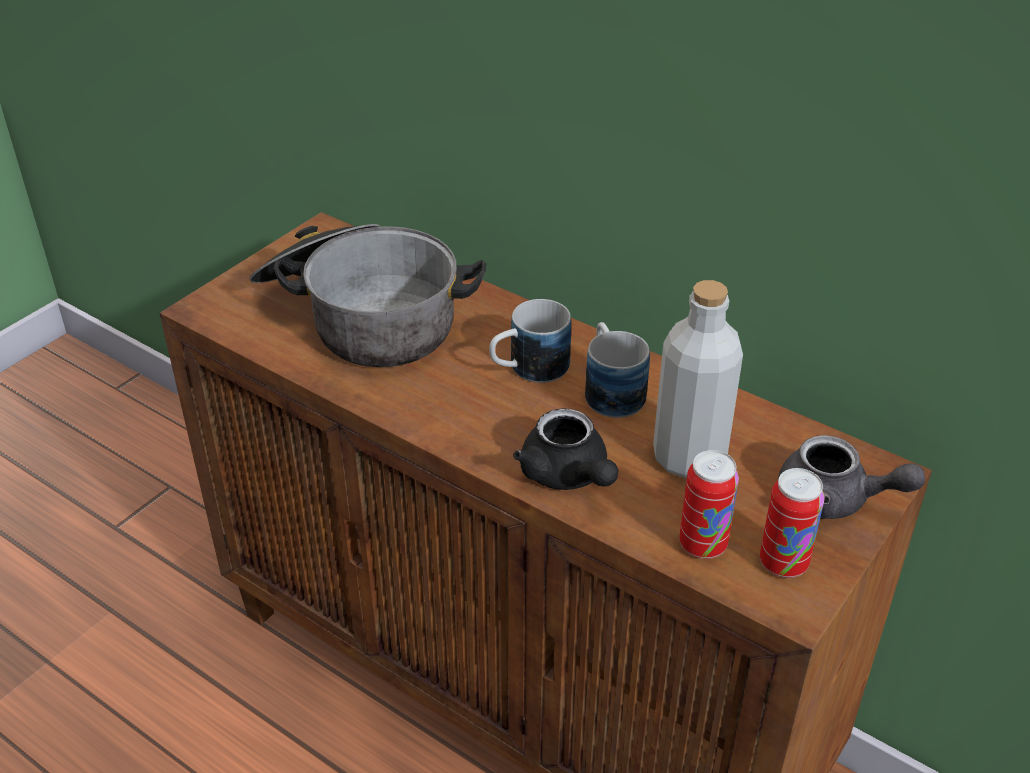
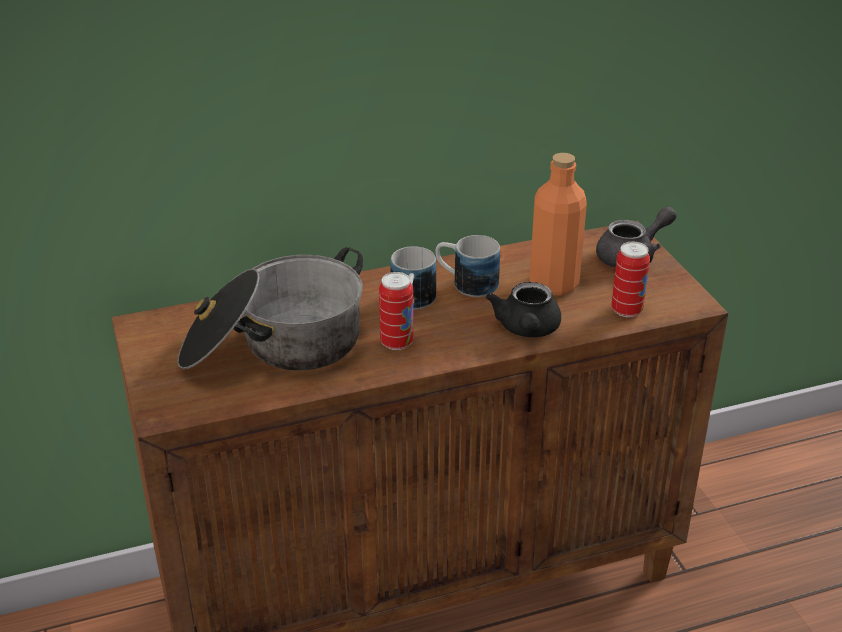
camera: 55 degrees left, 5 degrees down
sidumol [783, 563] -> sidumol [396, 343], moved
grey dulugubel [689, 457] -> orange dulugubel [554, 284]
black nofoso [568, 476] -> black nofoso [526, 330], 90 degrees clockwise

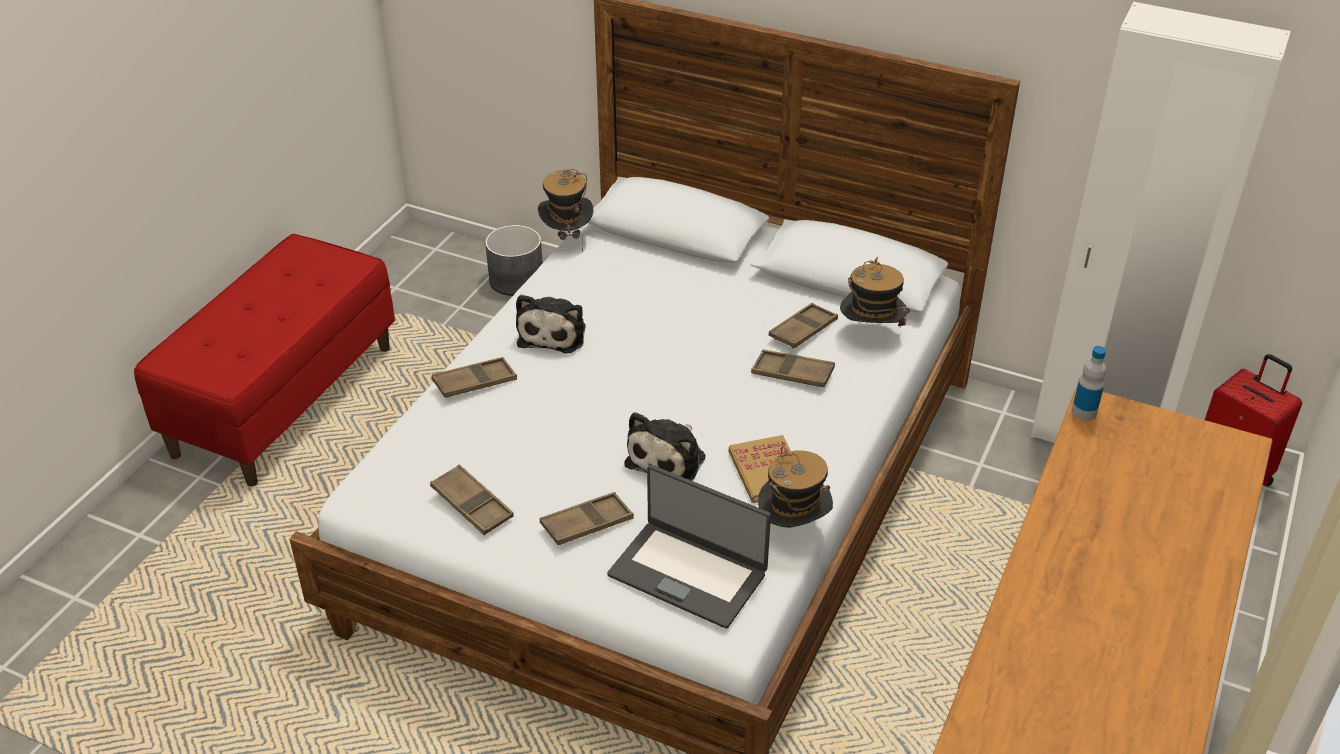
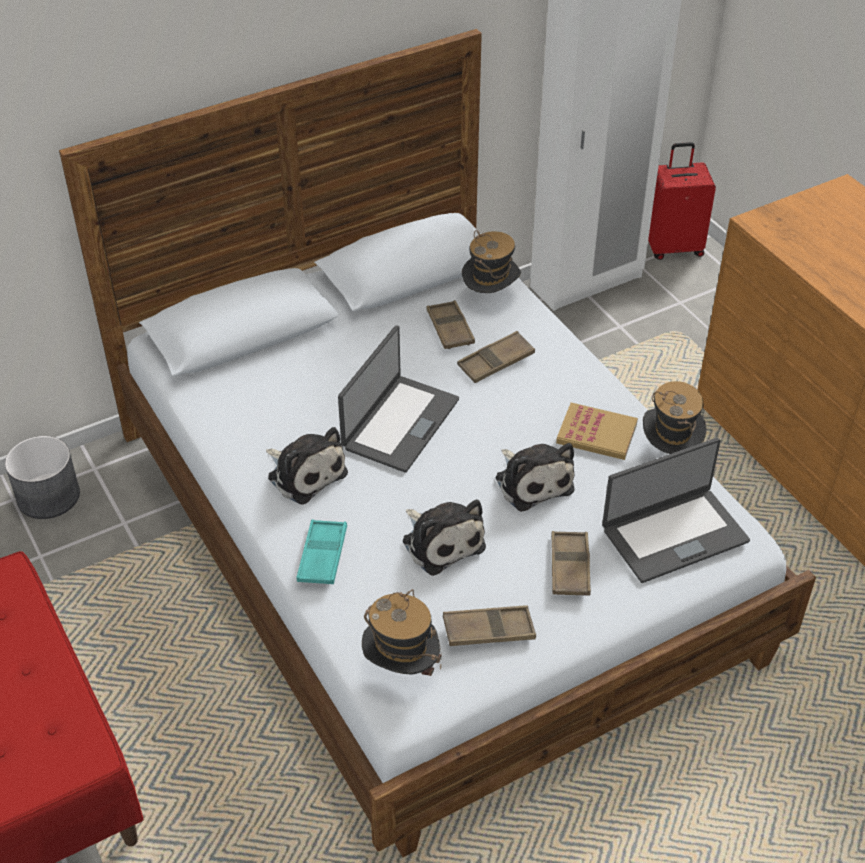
camera: 55 degrees left, 5 degrees up
dulugubel [1084, 412] -> none
none -> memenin [399, 423]
none -> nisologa [441, 541]
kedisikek [567, 238] -> kedisikek [401, 668], moved
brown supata [475, 382] -> turquoise supata [322, 556]

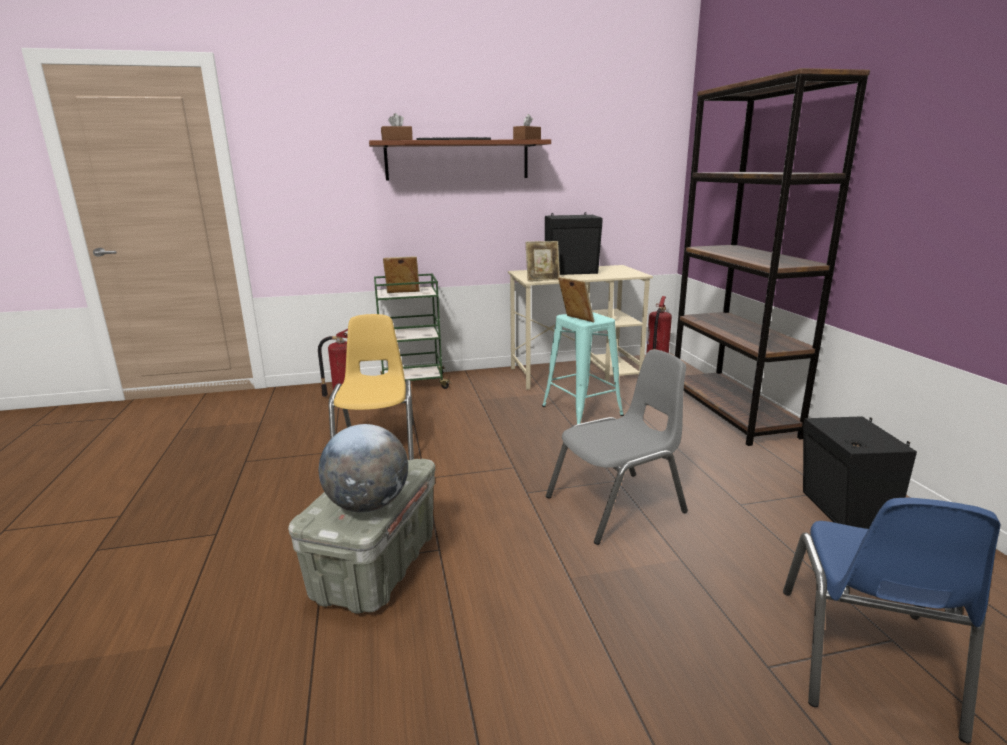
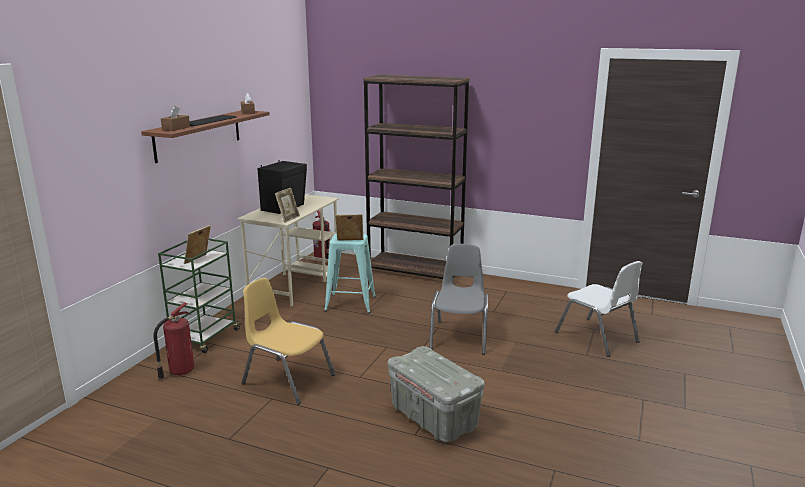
camera: 55 degrees left, 0 degrees up
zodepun [368, 505] -> none
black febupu [843, 512] -> none
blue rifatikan [864, 657] -> white rifatikan [597, 337]

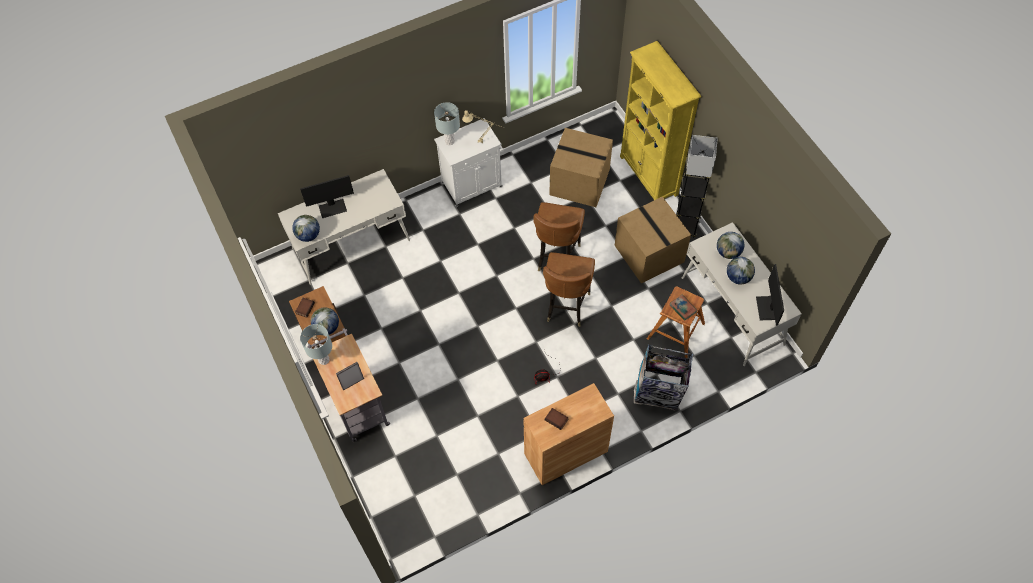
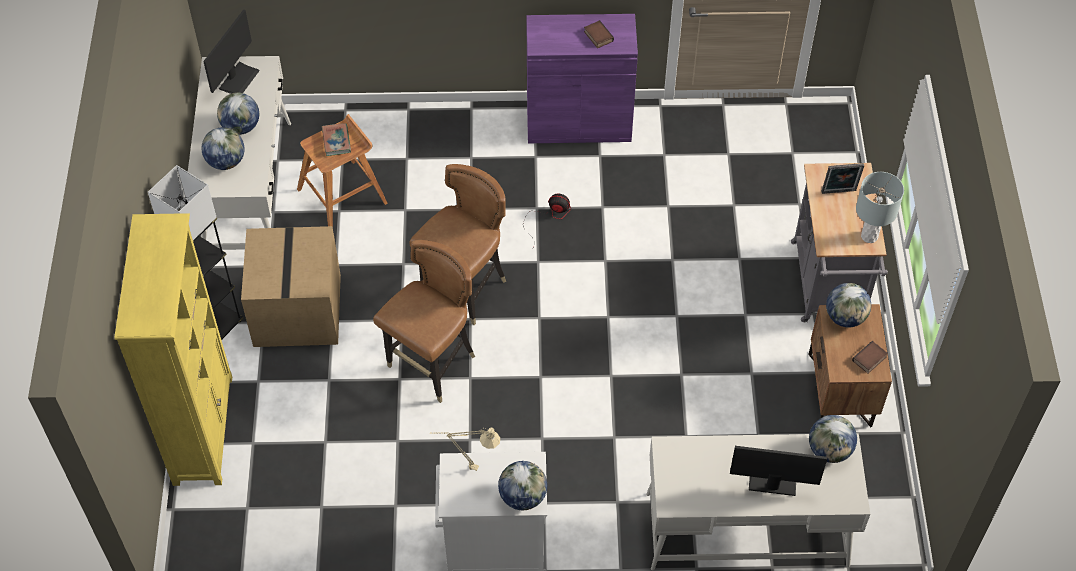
camera: 155 degrees left, 5 degrees down
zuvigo [580, 181] -> none
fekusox [659, 390] -> none
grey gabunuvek [450, 141] -> zodepun [523, 496]
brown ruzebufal [566, 452] -> purple ruzebufal [578, 122]

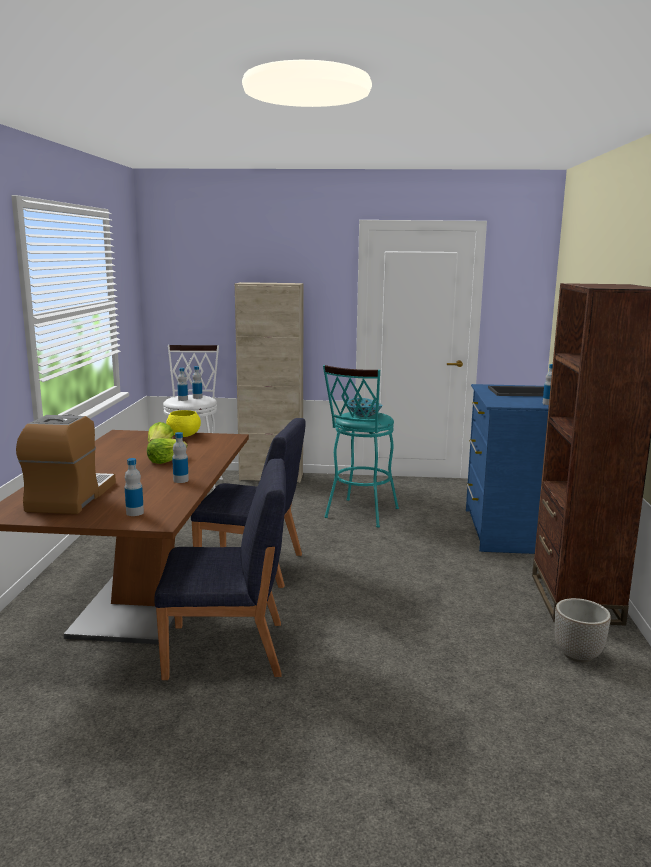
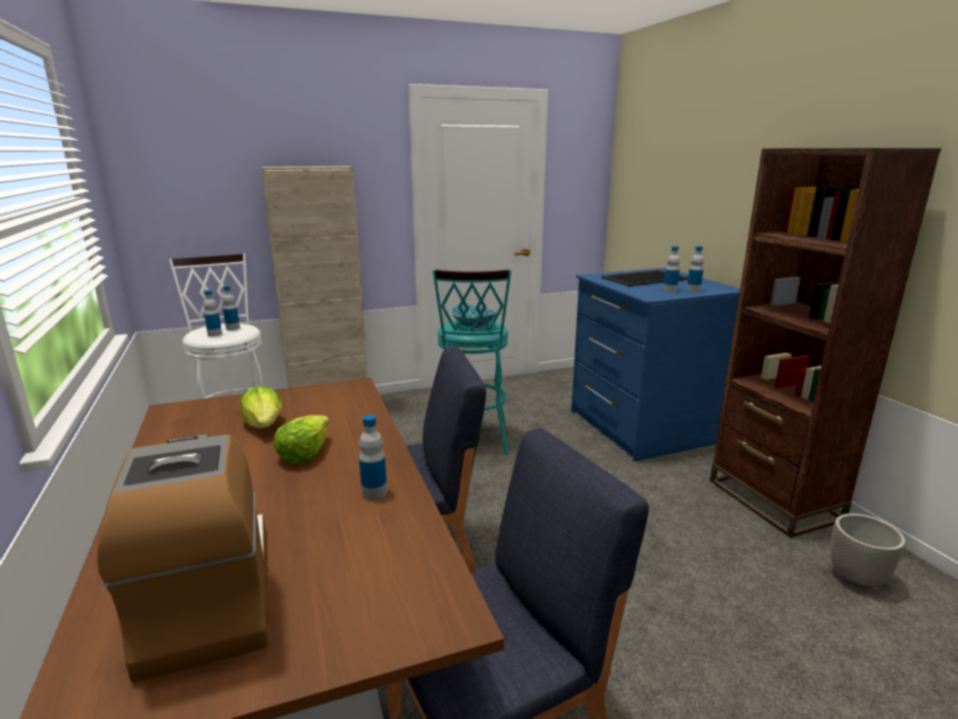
camera: 25 degrees left, 5 degrees up
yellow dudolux [183, 435] -> none
dulugubel [135, 513] -> dulugubel [670, 290], moved

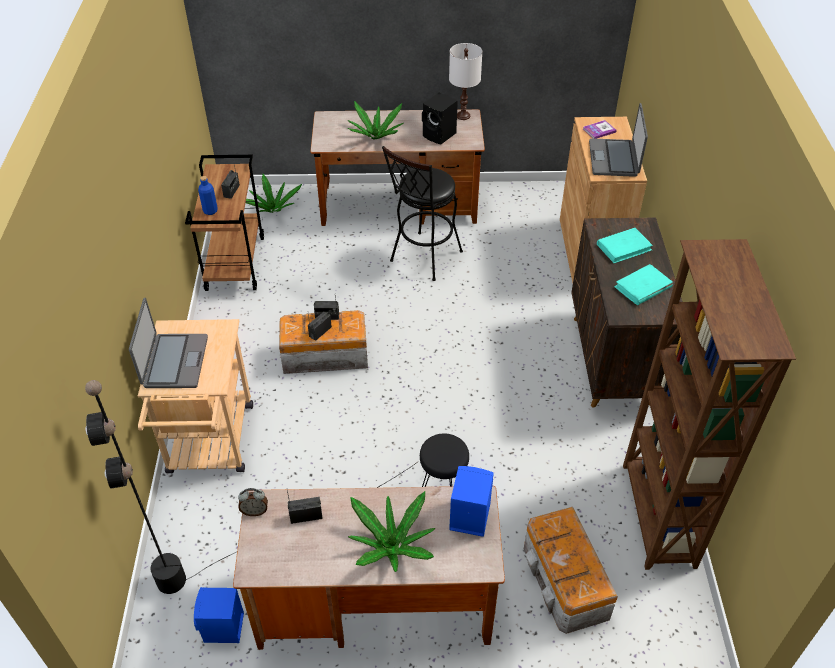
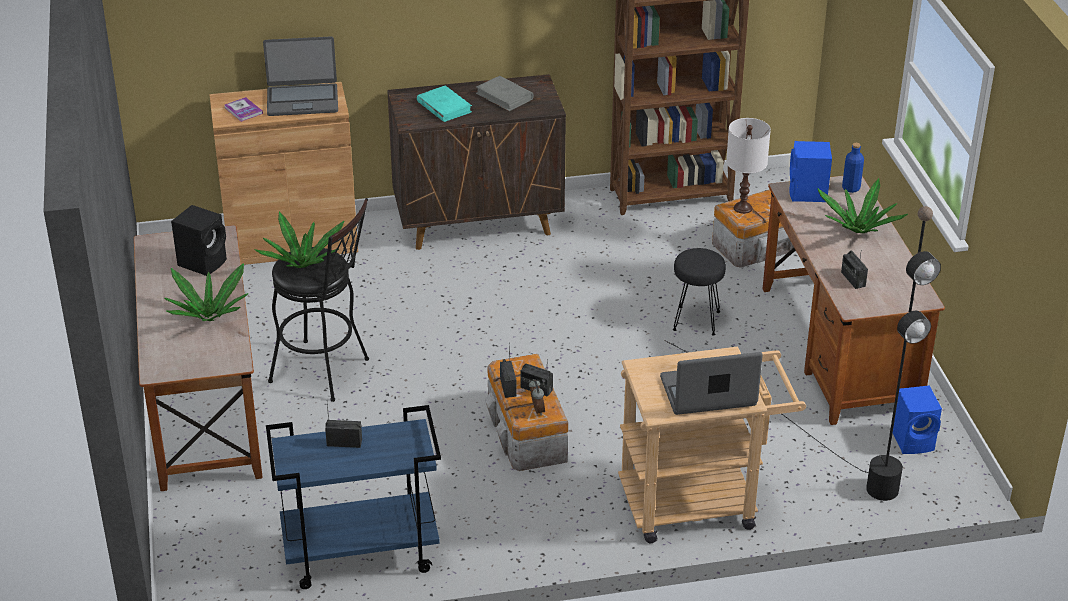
camera: 100 degrees left, 10 degrees down
blue dulugubel [210, 211] -> blue dulugubel [851, 188], moved
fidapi [255, 511] -> fidapi [536, 410], moved
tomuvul [273, 209] -> tomuvul [302, 264], moved
white gabunuvek [463, 116] -> white gabunuvek [743, 208], moved
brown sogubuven [235, 263] -> blue sogubuven [359, 554]
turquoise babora [643, 287] -> grey babora [504, 96]

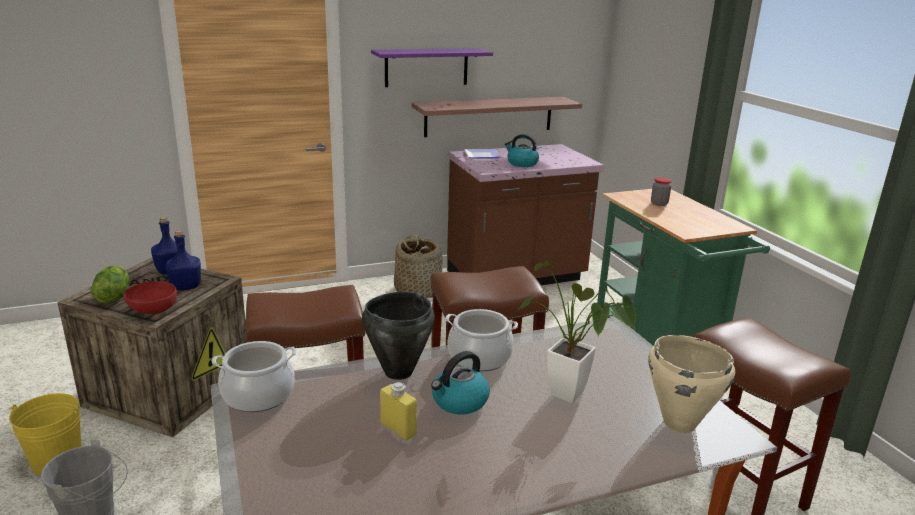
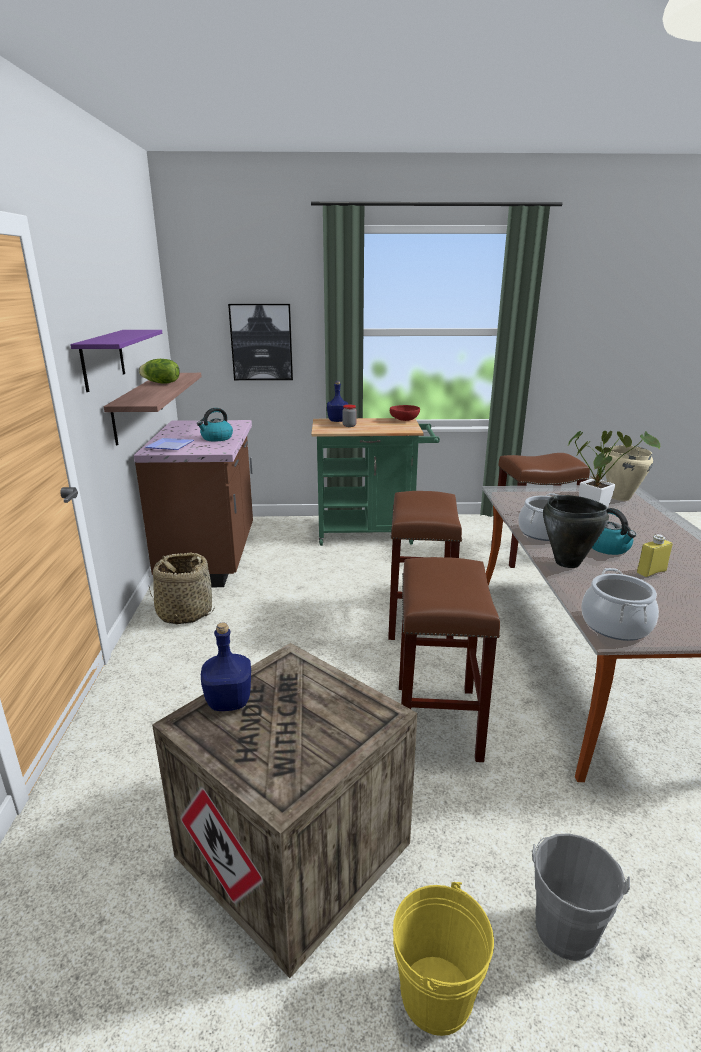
camera: 70 degrees left, 0 degrees up
none -> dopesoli [261, 342]
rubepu [113, 297] -> rubepu [161, 383], moved
red dudolux [152, 310] -> red dudolux [404, 420], moved
blue dulugubel [185, 286] -> blue dulugubel [337, 421], moved

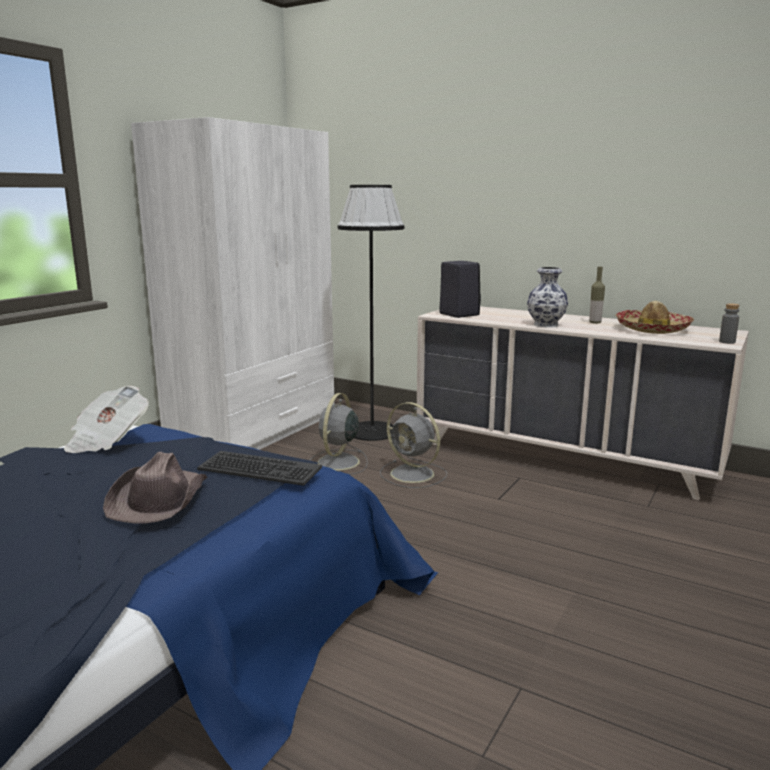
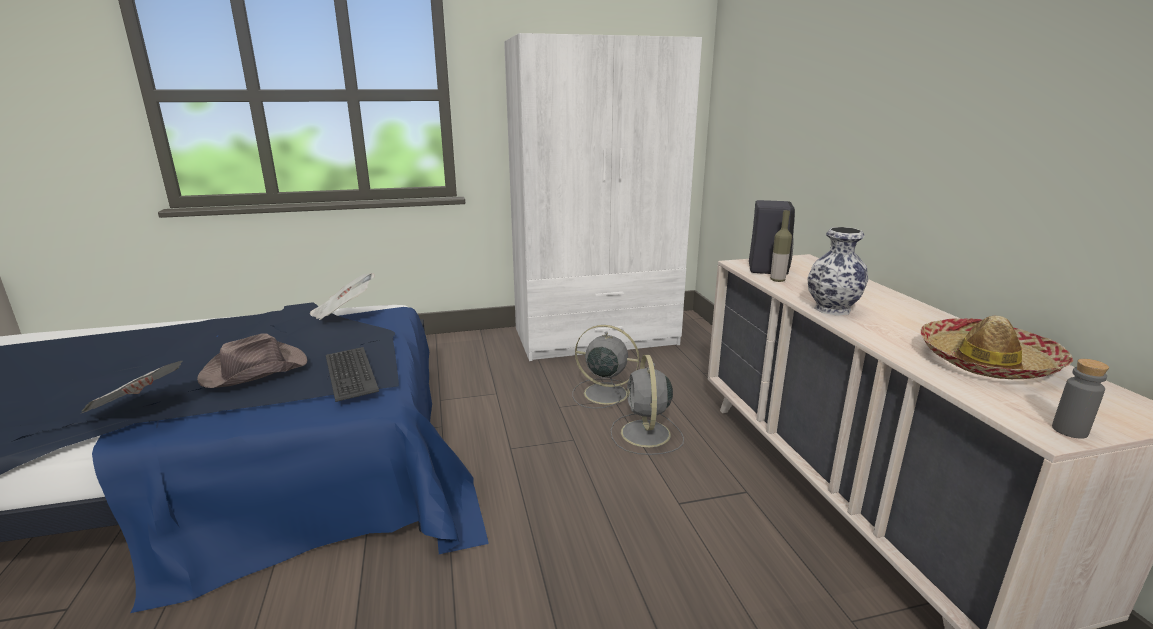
camera: 45 degrees right, 5 degrees up
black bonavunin [372, 431] -> none
none -> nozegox [139, 408]
dulugubel [595, 322] -> dulugubel [777, 280], moved
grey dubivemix [337, 463] -> grey dubivemix [603, 393], 45 degrees clockwise

